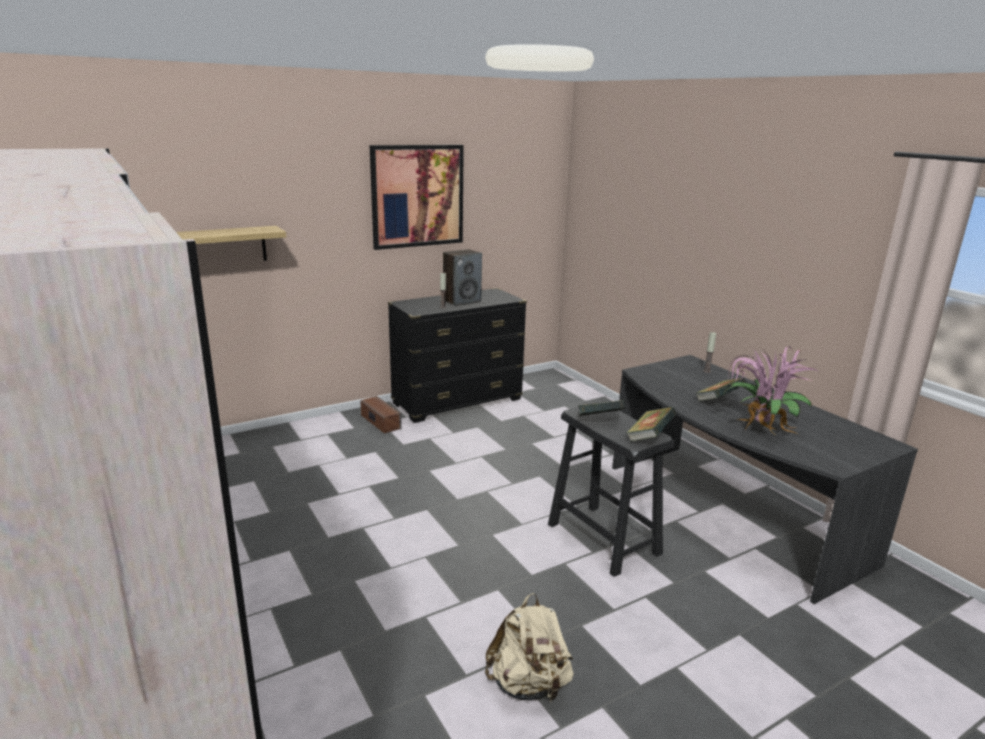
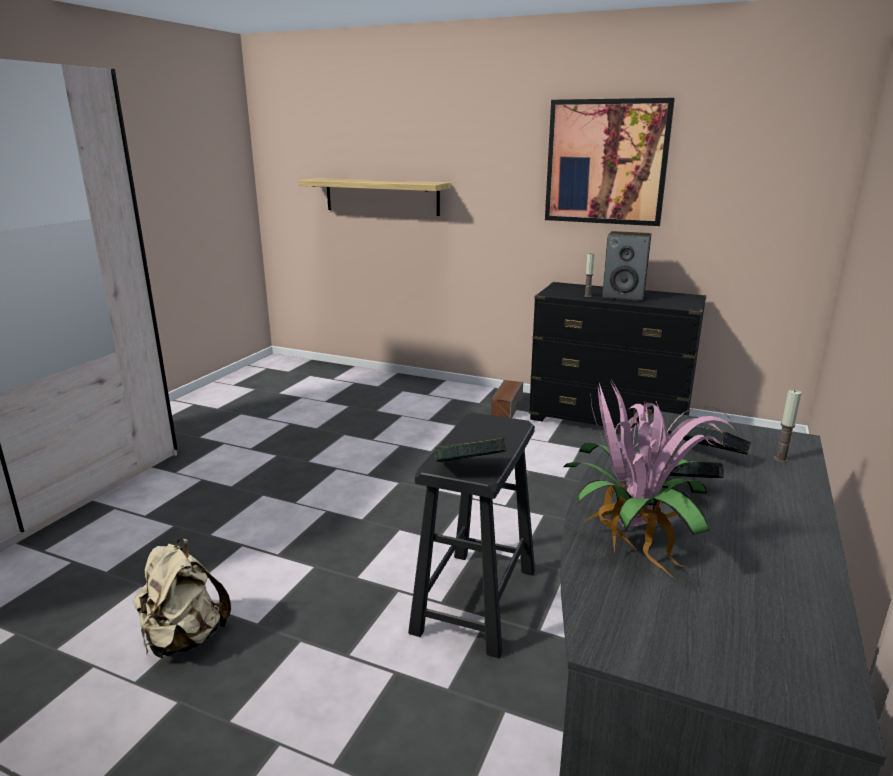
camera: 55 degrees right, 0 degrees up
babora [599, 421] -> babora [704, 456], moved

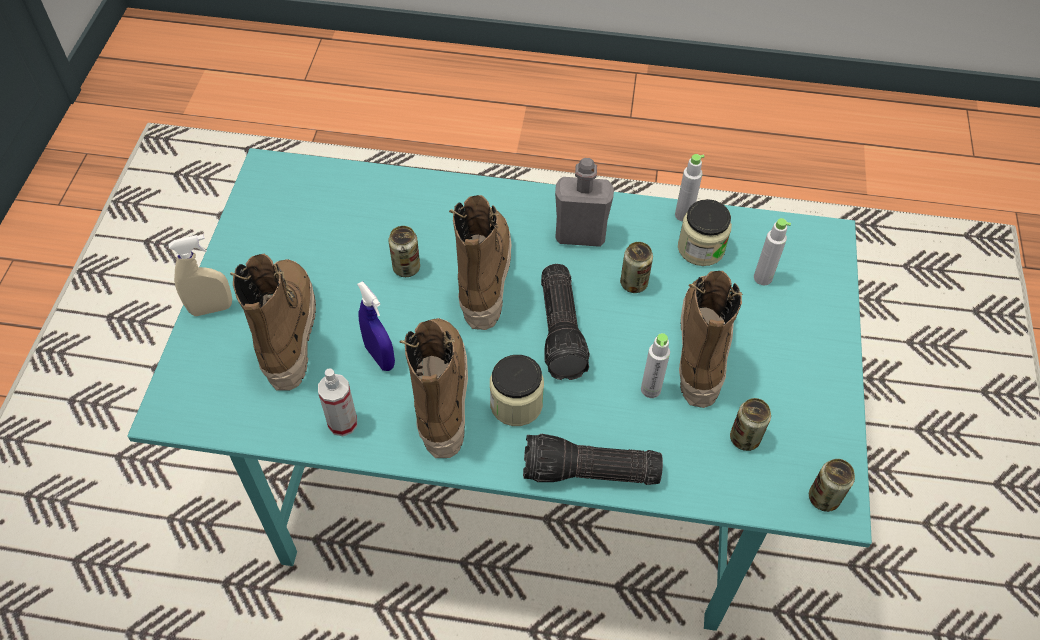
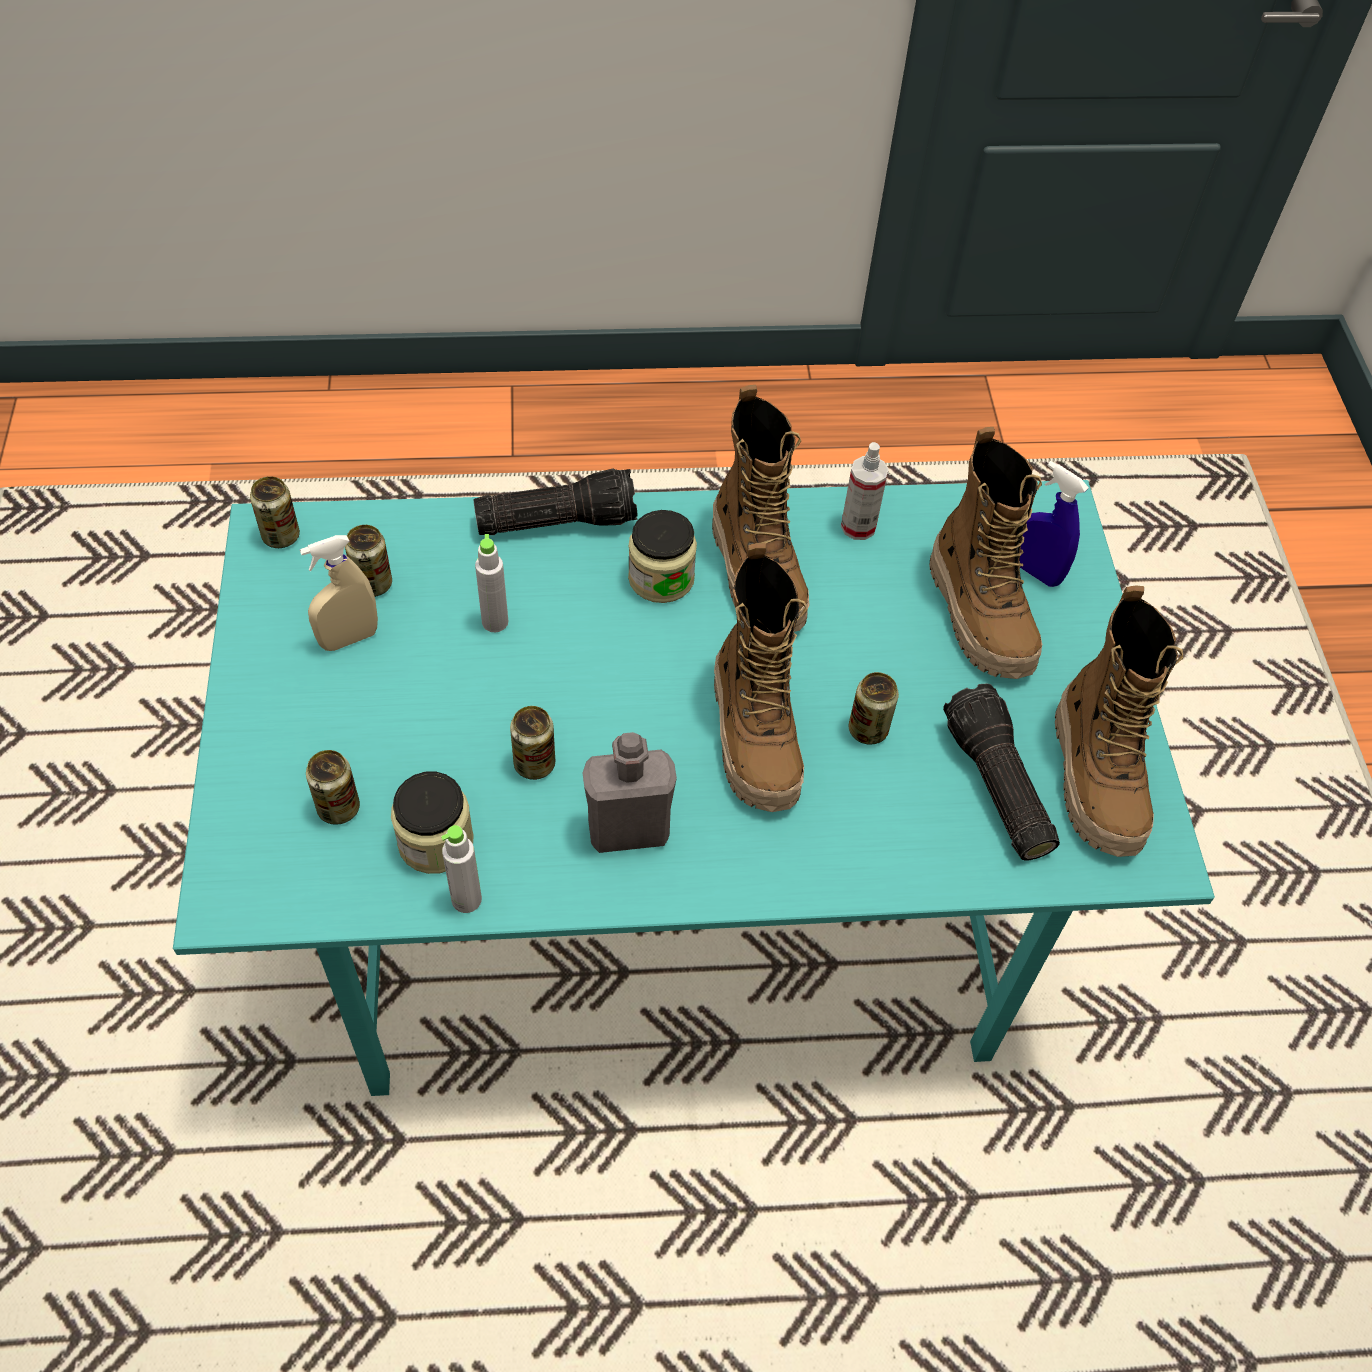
camera: 165 degrees right, 0 degrees up
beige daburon [211, 308] -> beige daburon [349, 638], moved
blue daburon [380, 357] -> blue daburon [1035, 572], moved
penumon [563, 331] -> penumon [994, 785], moved
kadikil [700, 348] -> kadikil [1097, 778], moved
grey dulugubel [762, 278] -> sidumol [338, 808]

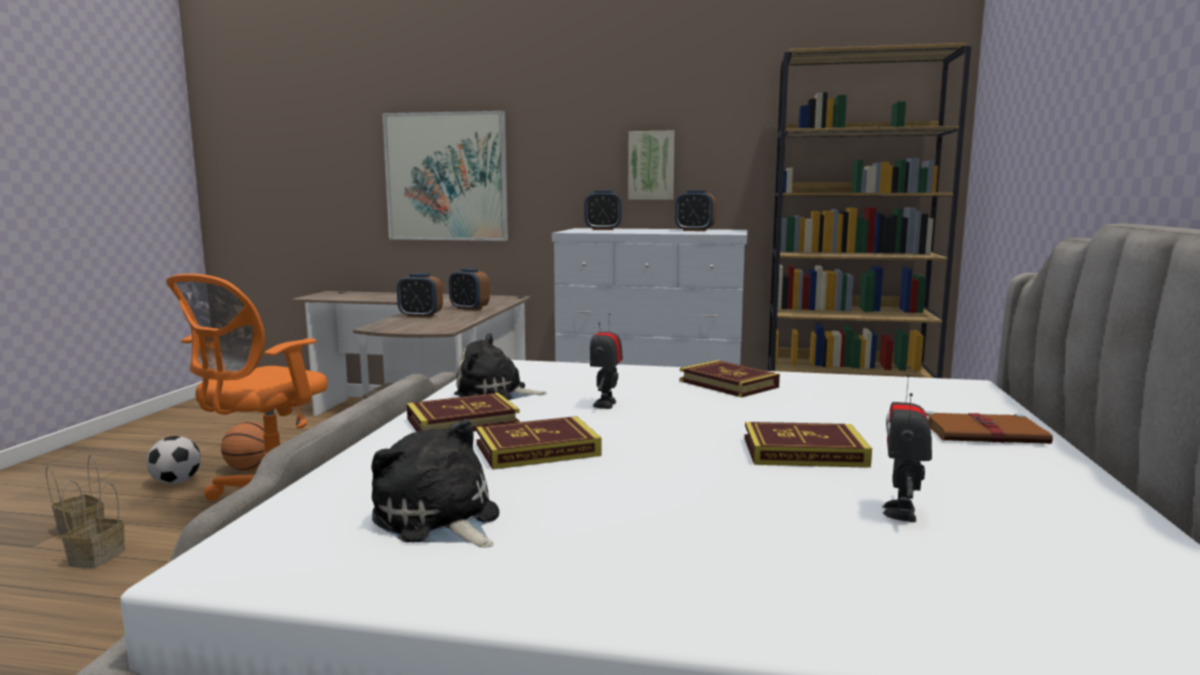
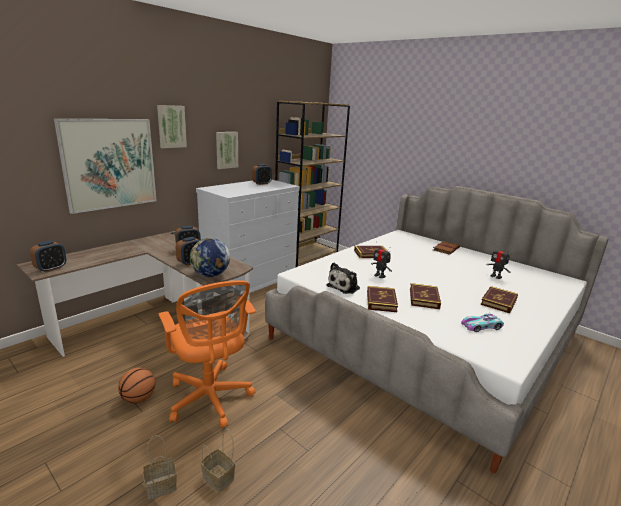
camera: 60 degrees left, 10 degrees up
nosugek [176, 482] -> none
none -> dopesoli [171, 126]
none -> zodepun [210, 275]
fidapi [603, 229] -> fidapi [51, 269], moved
babora [804, 452] -> babora [498, 302], moved
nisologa [439, 520] -> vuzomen [481, 326]

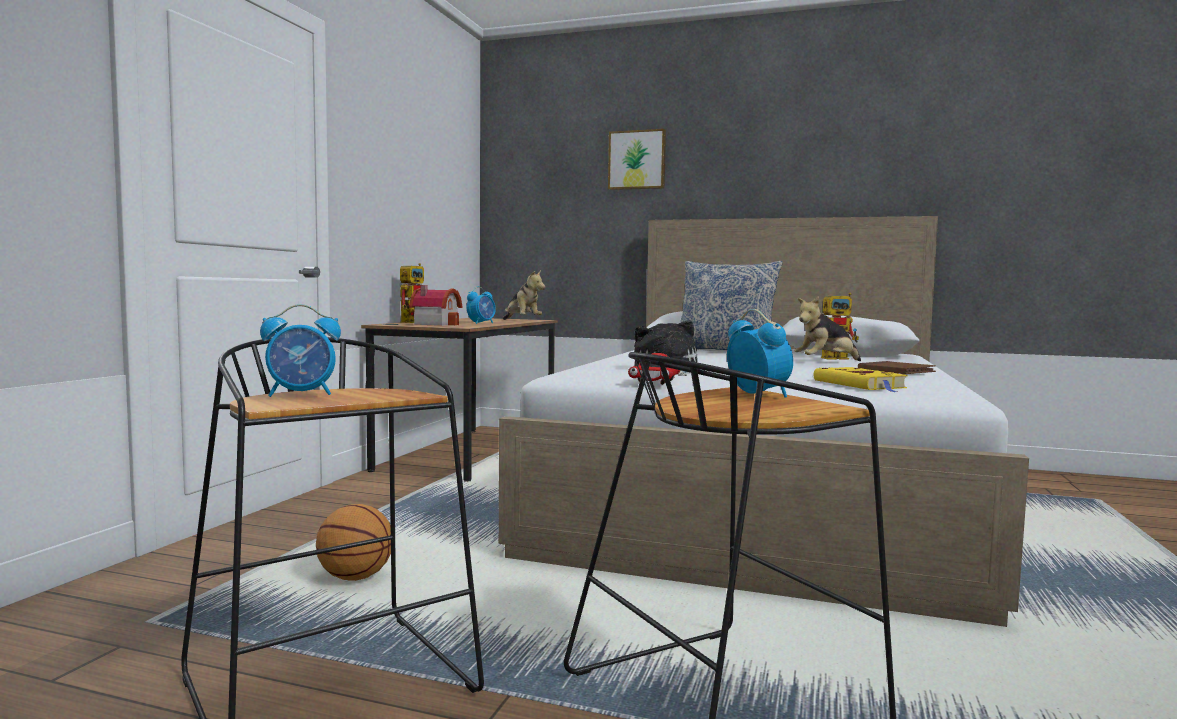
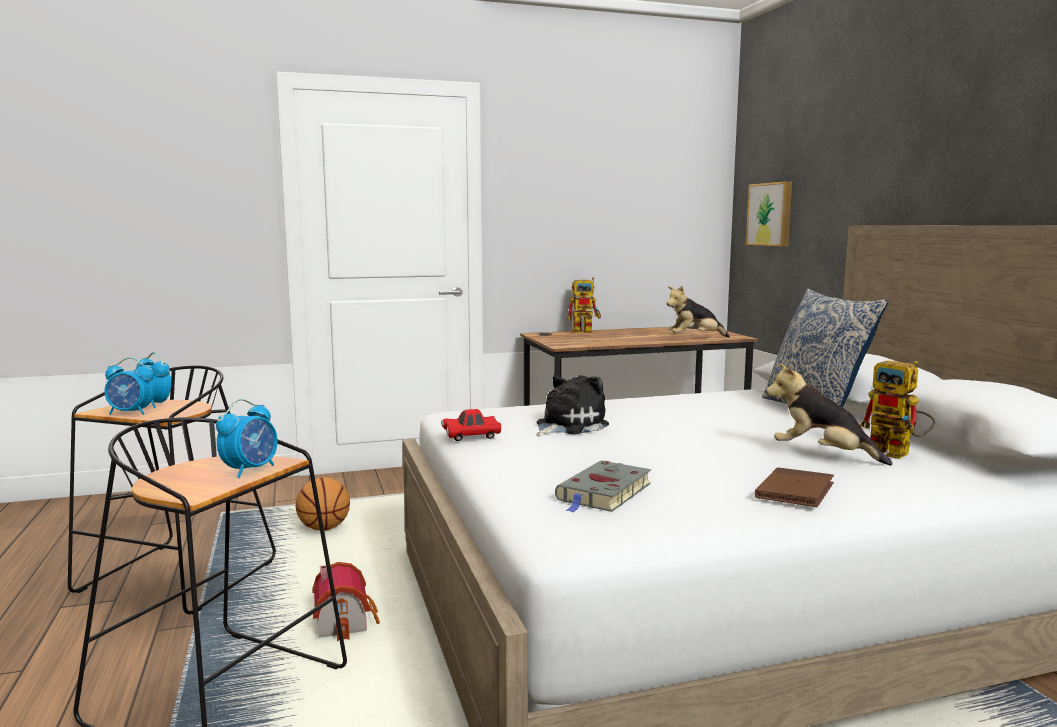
camera: 55 degrees right, 5 degrees up
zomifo [436, 324] -> zomifo [345, 622], moved
fidapi [481, 323] -> fidapi [131, 413], moved
dopesoli [637, 160] -> dopesoli [771, 214], moved
yellow babora [861, 385] -> grey babora [603, 493]
nisologa [522, 321] -> nisologa [694, 338], 60 degrees clockwise

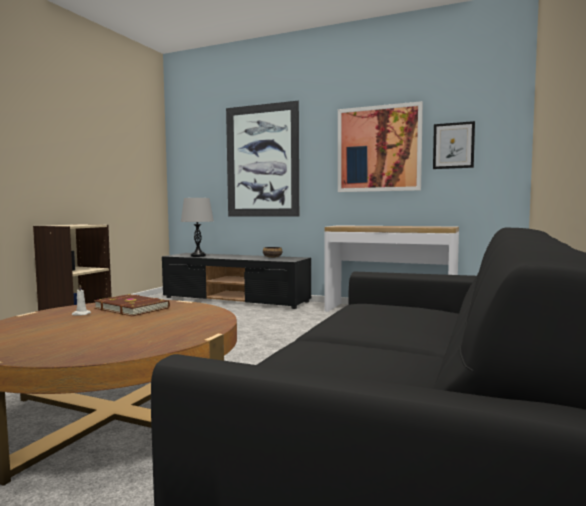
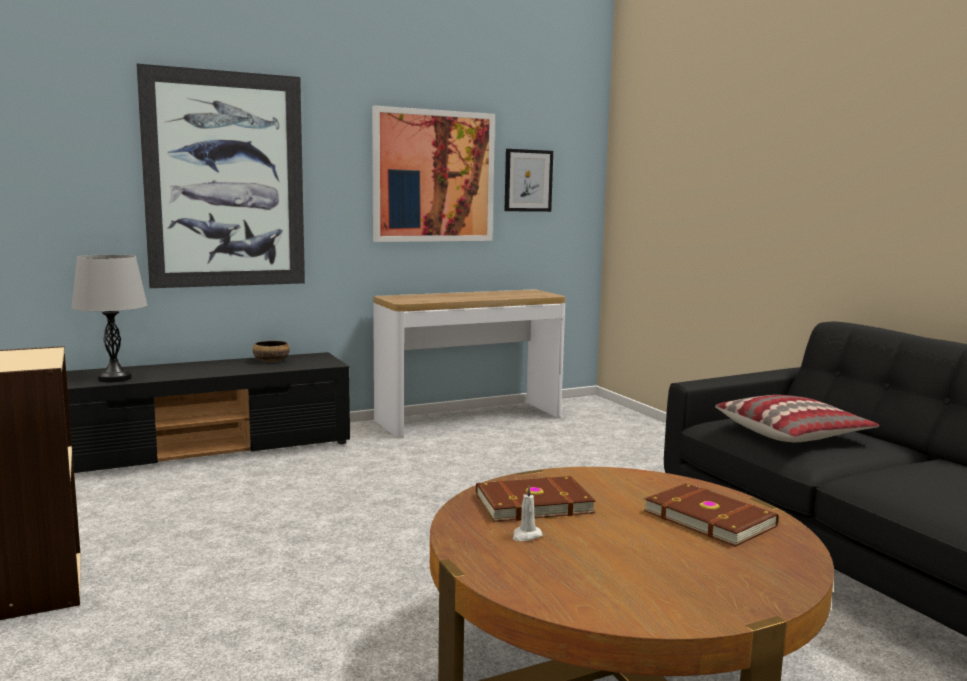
camera: 50 degrees left, 5 degrees up
none -> brown babora [709, 518]
none -> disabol [792, 433]

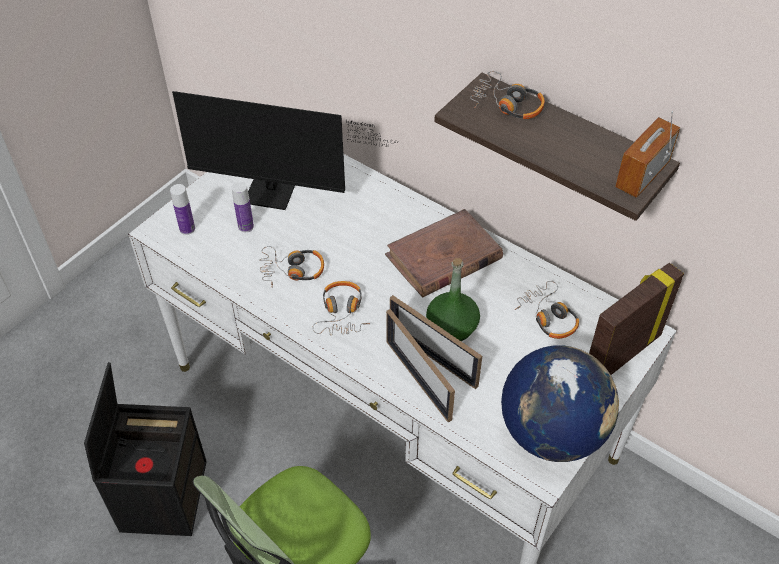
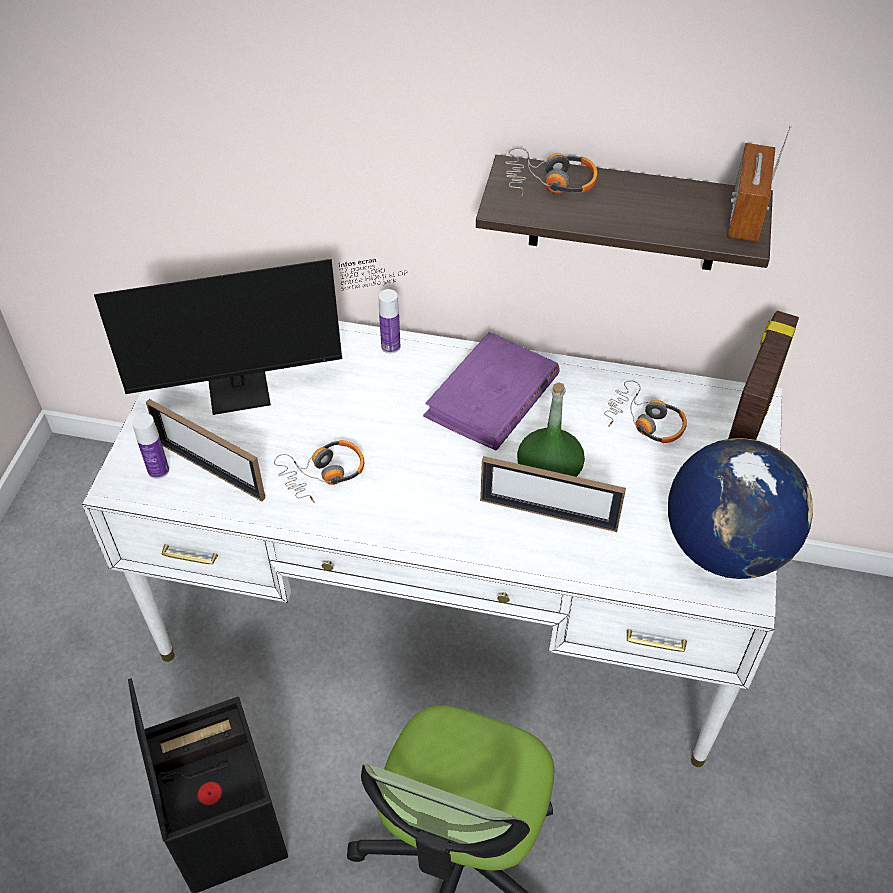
camera: 25 degrees left, 0 degrees up
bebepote [341, 313] -> none
dulugubel [246, 226] -> dulugubel [390, 346], moved
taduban [418, 379] -> taduban [211, 470], moved
brown babora [443, 258] -> purple babora [492, 397]

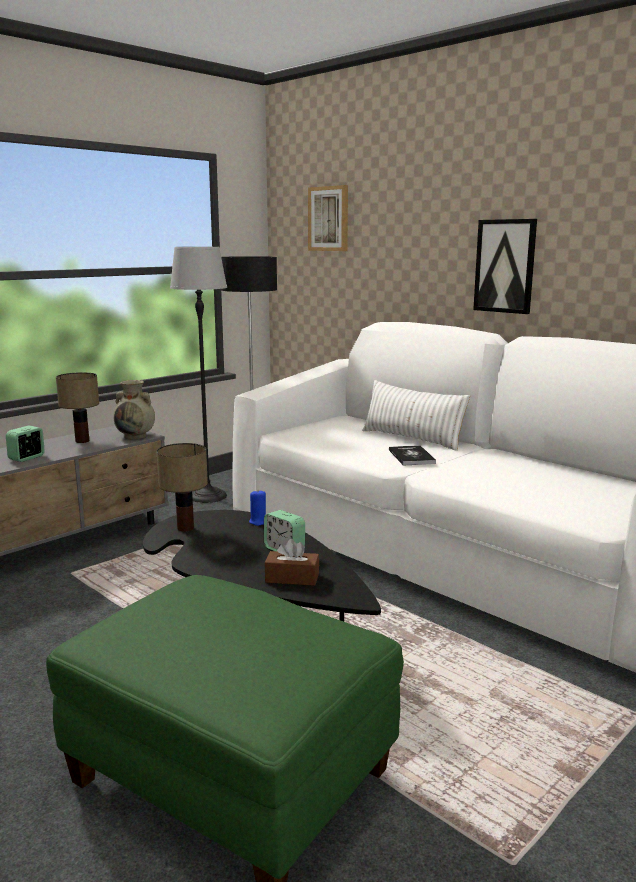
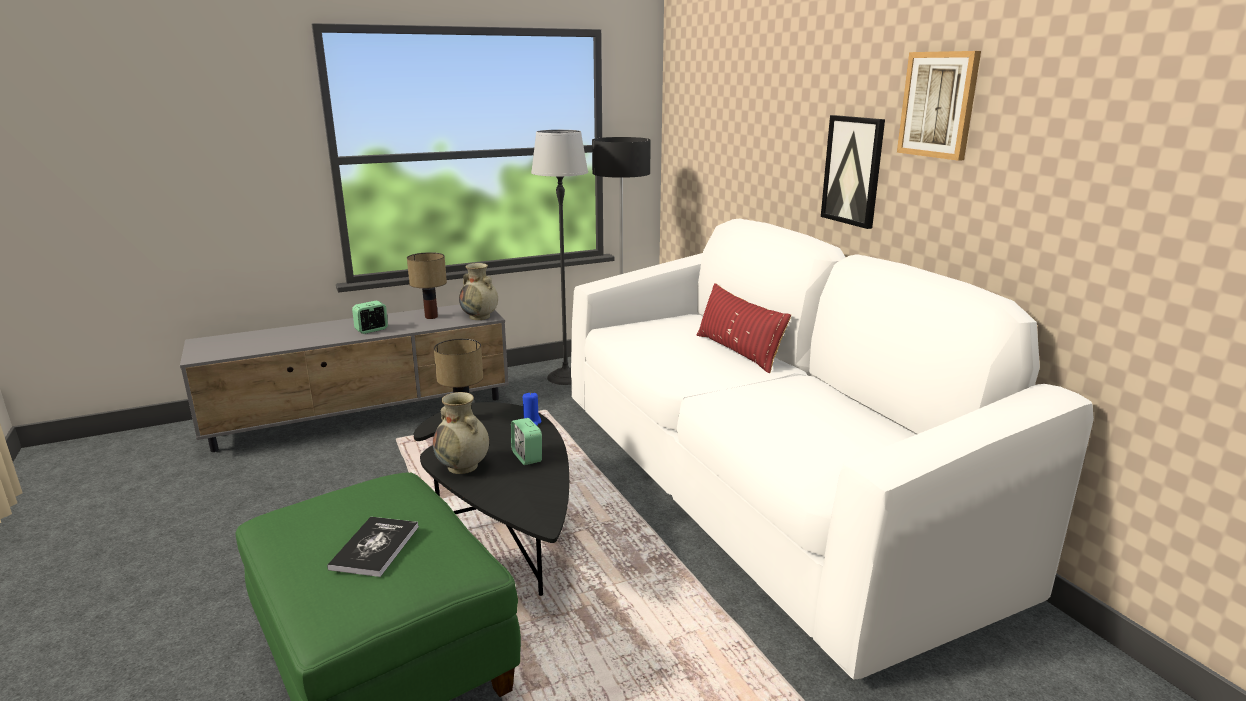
camera: 20 degrees right, 5 degrees up
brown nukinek [292, 578] -> none
none -> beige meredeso [463, 467]
dopesoli [329, 219] -> dopesoli [938, 105], moved
babora [411, 457] -> babora [375, 547], moved
white disabol [412, 439] -> red disabol [738, 352]

